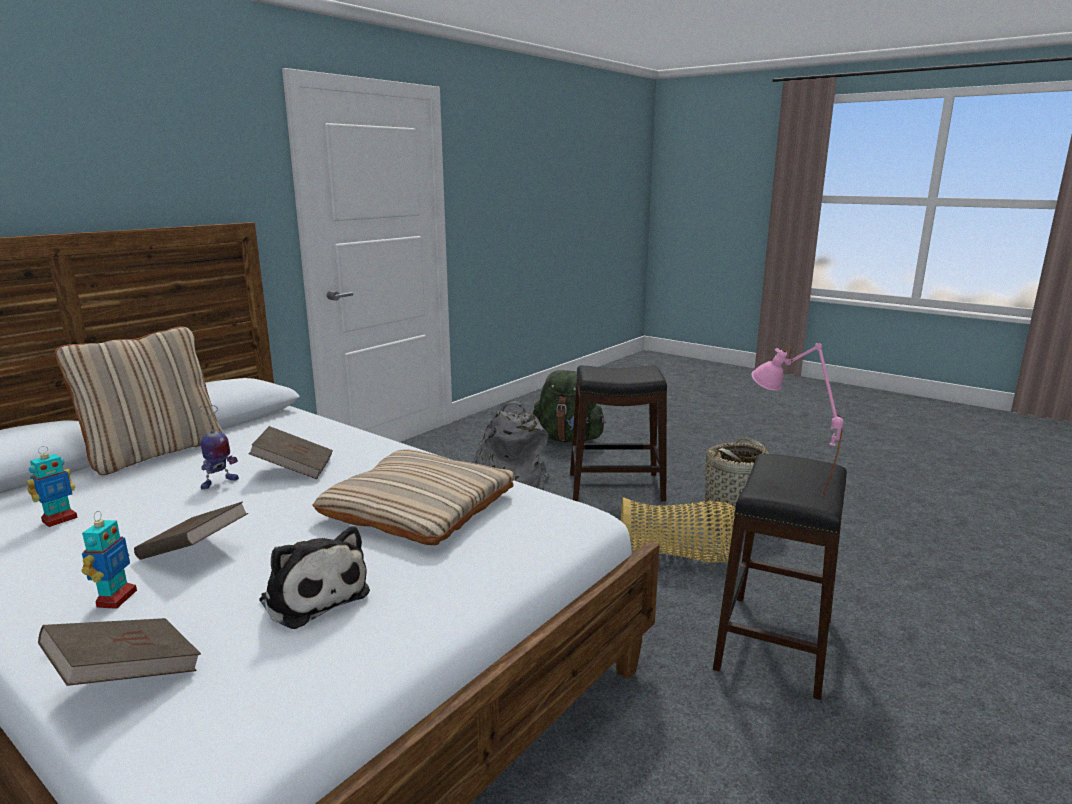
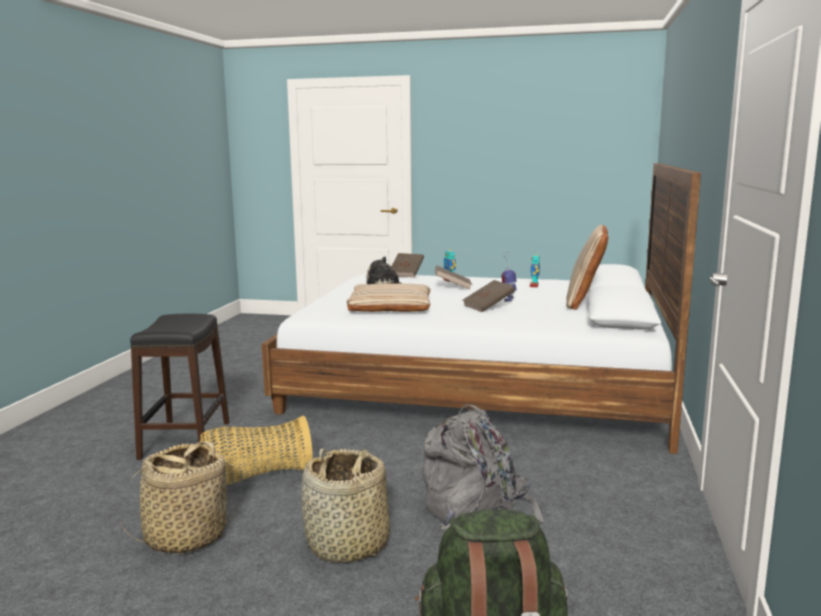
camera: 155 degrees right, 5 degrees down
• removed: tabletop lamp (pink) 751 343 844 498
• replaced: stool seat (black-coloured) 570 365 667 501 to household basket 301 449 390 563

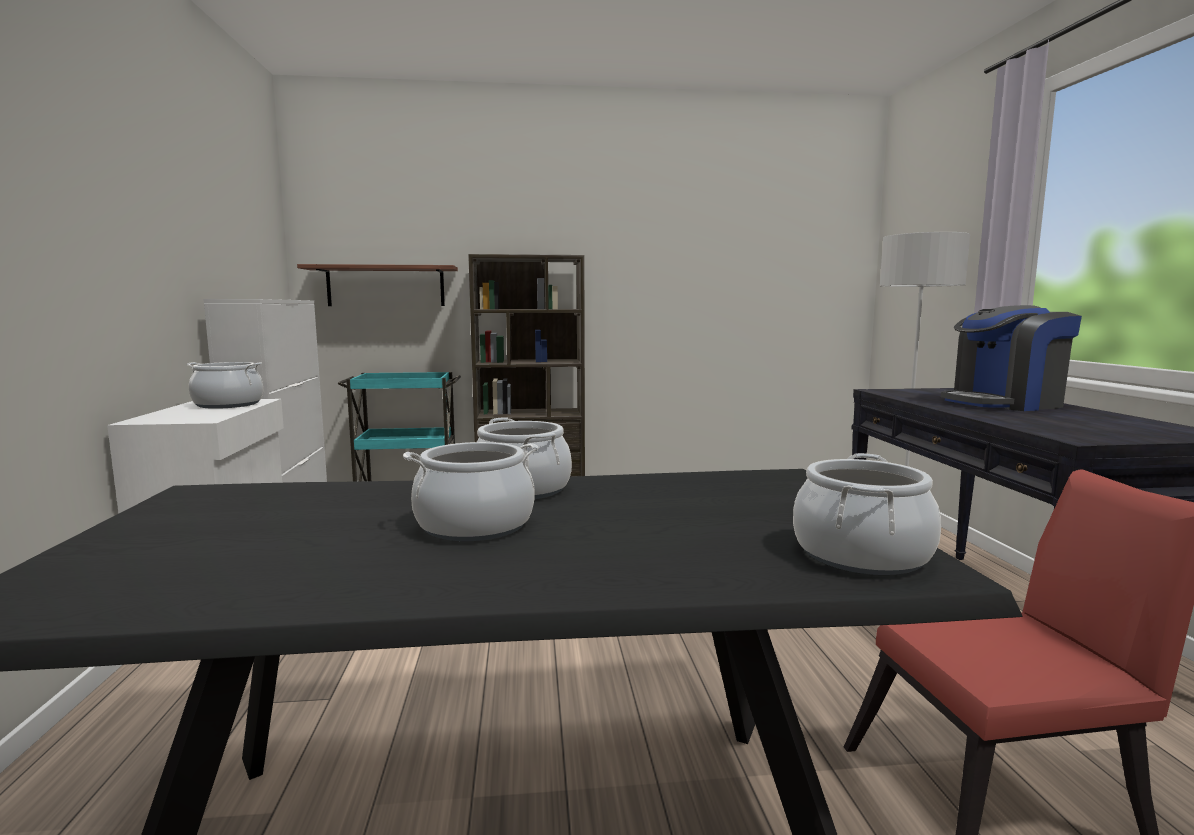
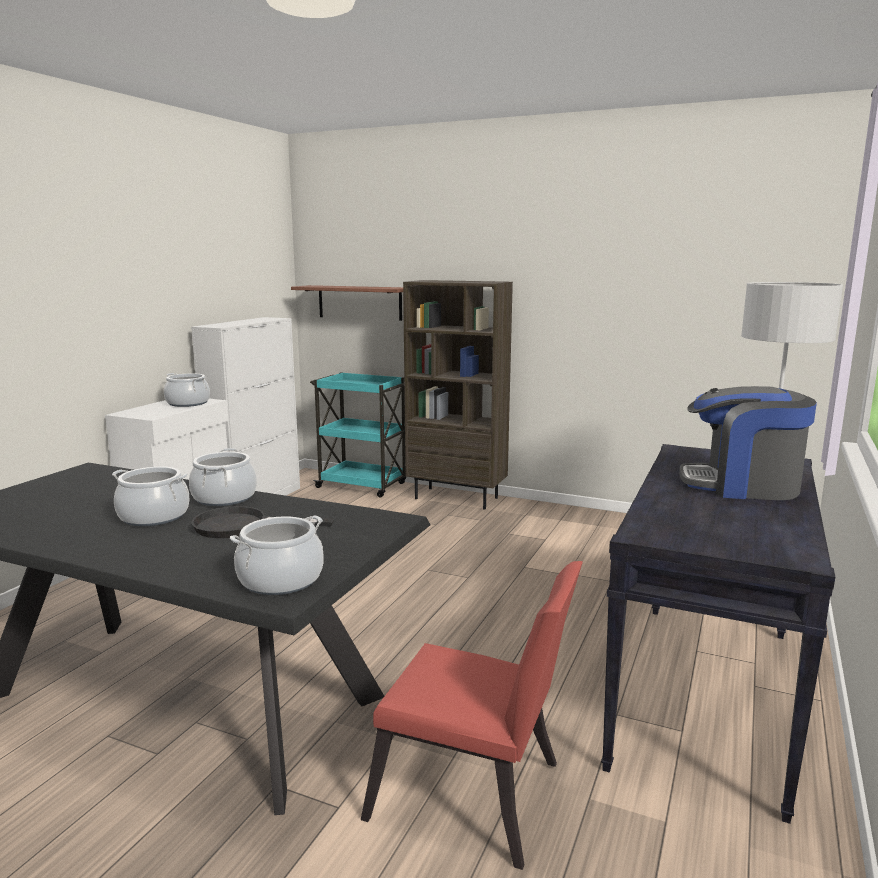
camera: 30 degrees right, 5 degrees up
• added: pan (black-coloured) 191 506 334 538

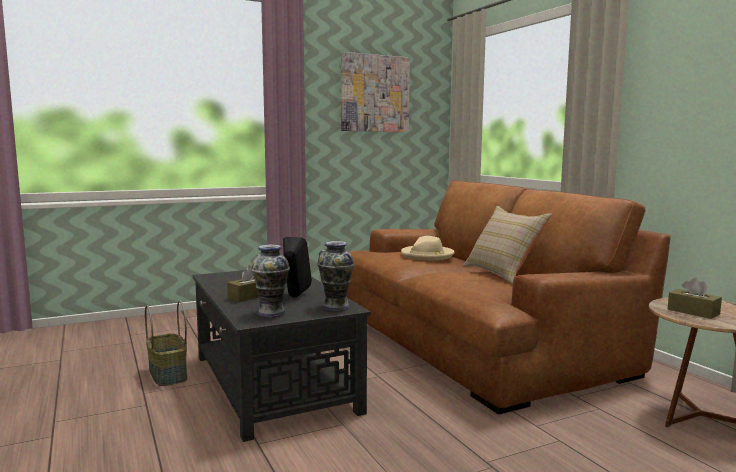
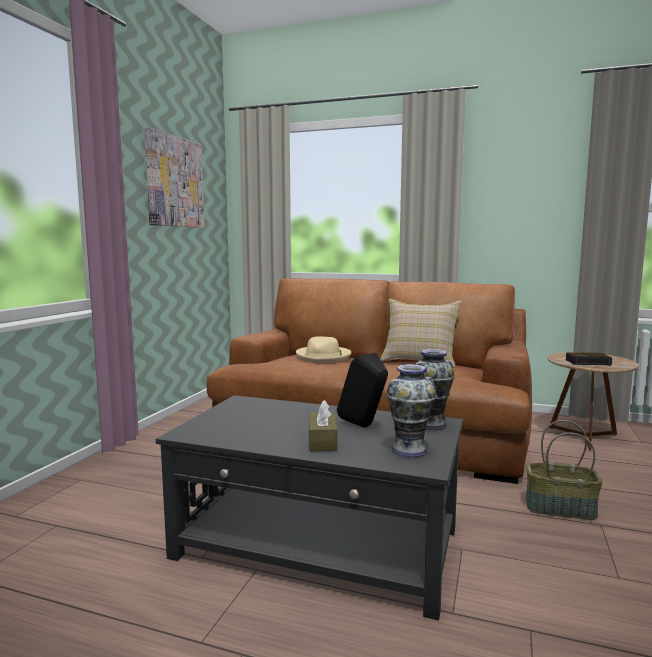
camera: 45 degrees left, 0 degrees up
• moved: household basket 145 301 187 386 to 526 420 603 520
• replaced: box of tissues (brown-coloured) 668 278 722 319 to bedside clock 566 352 612 365

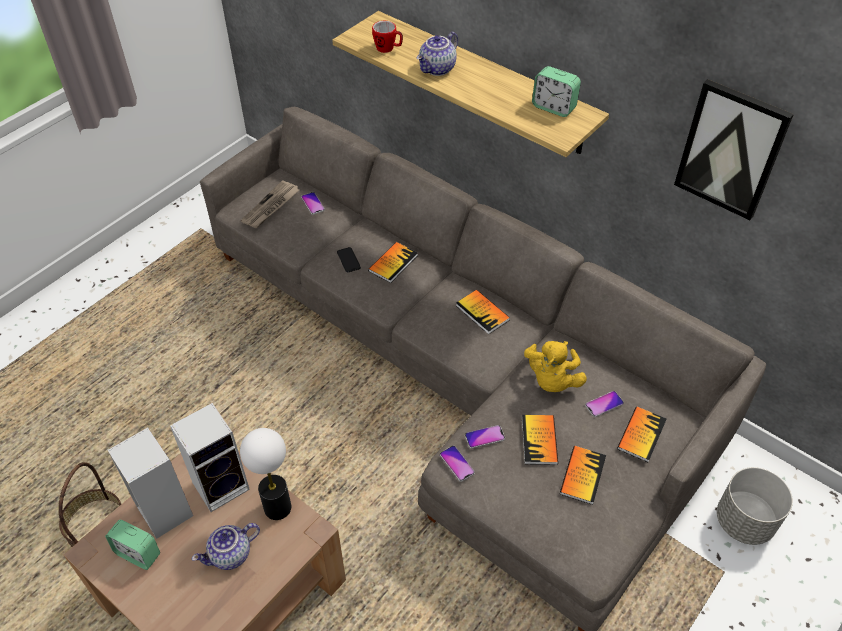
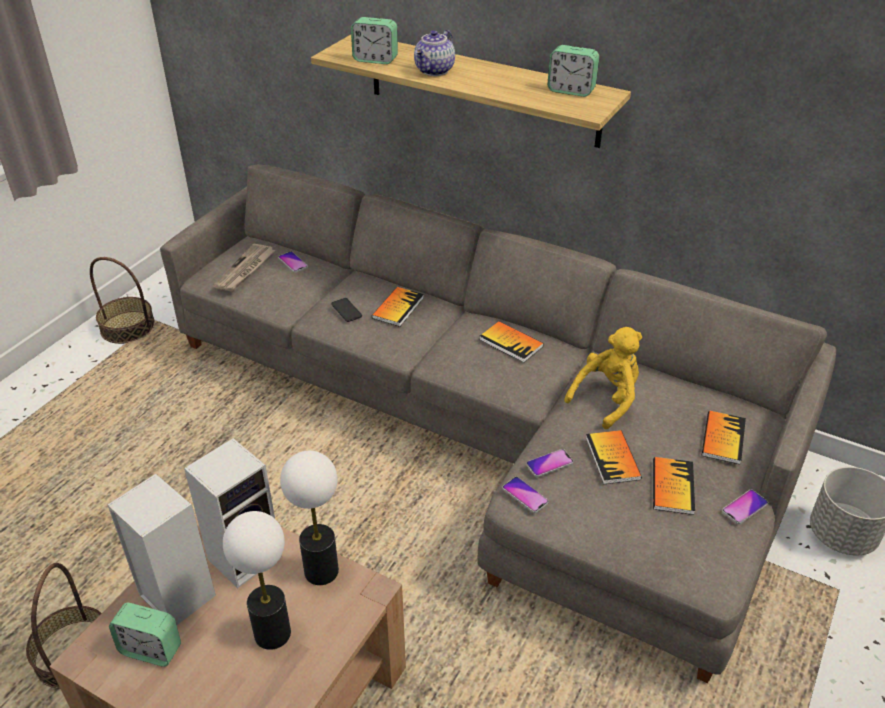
camera: 10 degrees left, 10 degrees down
• removed: wall art 674 79 794 220
• added: household basket 90 257 155 344
• moved: handset 585 391 624 417 to 722 490 768 524
• replaced: pot for tea 192 523 260 570 to tabletop lamp 223 511 291 650
• replaced: tea mug 372 21 403 53 to bedside clock 351 17 398 64
• turned: cuddly toy (yellow) 524 341 587 392 = 564 327 642 429 135 degrees counterclockwise

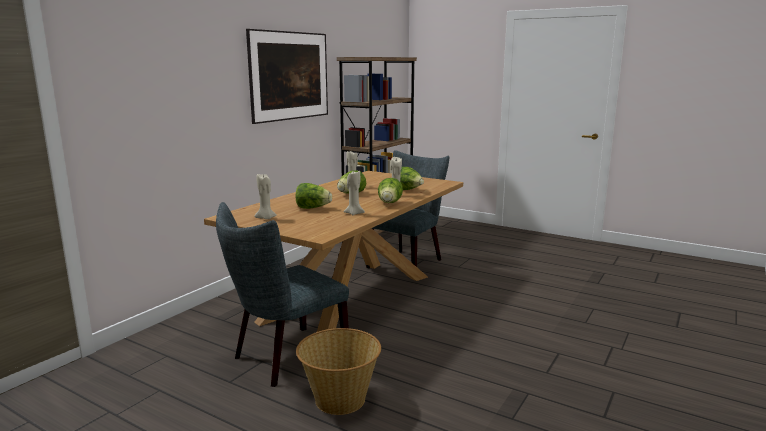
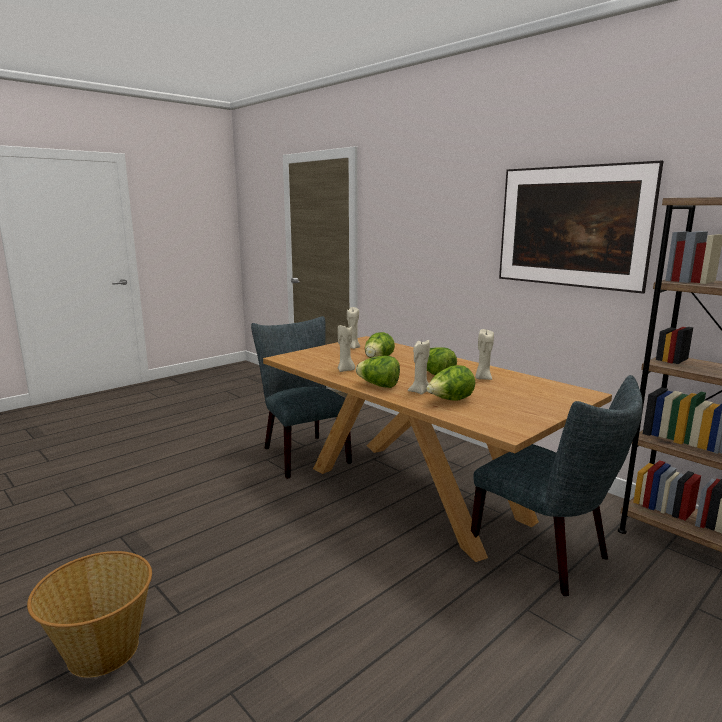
camera: 105 degrees right, 0 degrees up
• moved: household basket 296 328 381 415 to 27 551 152 678

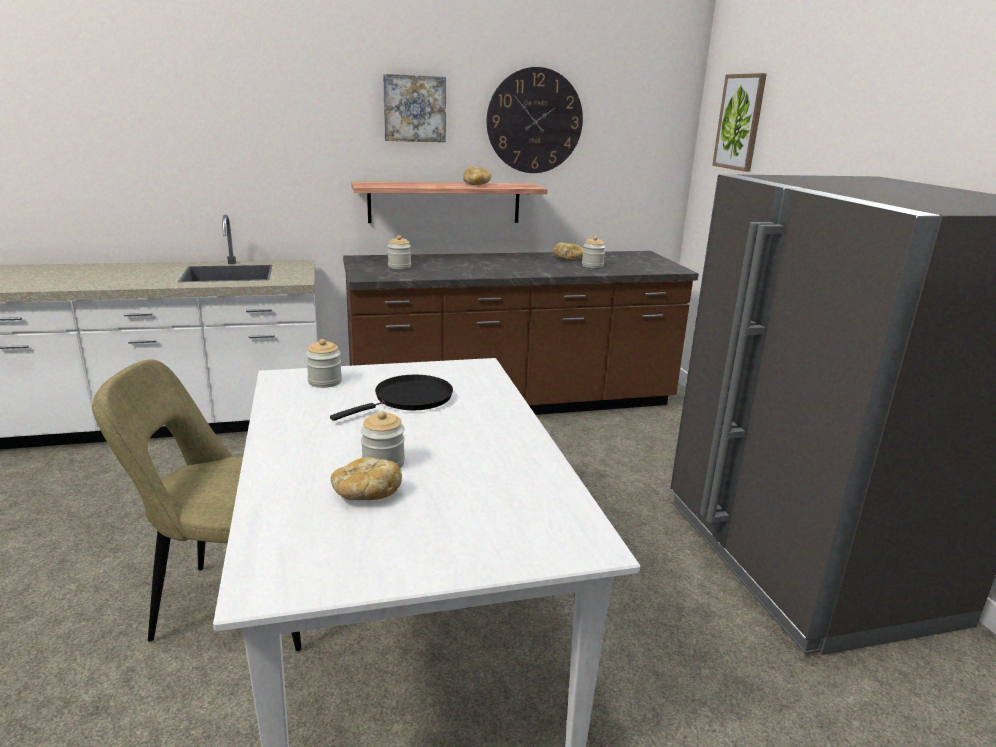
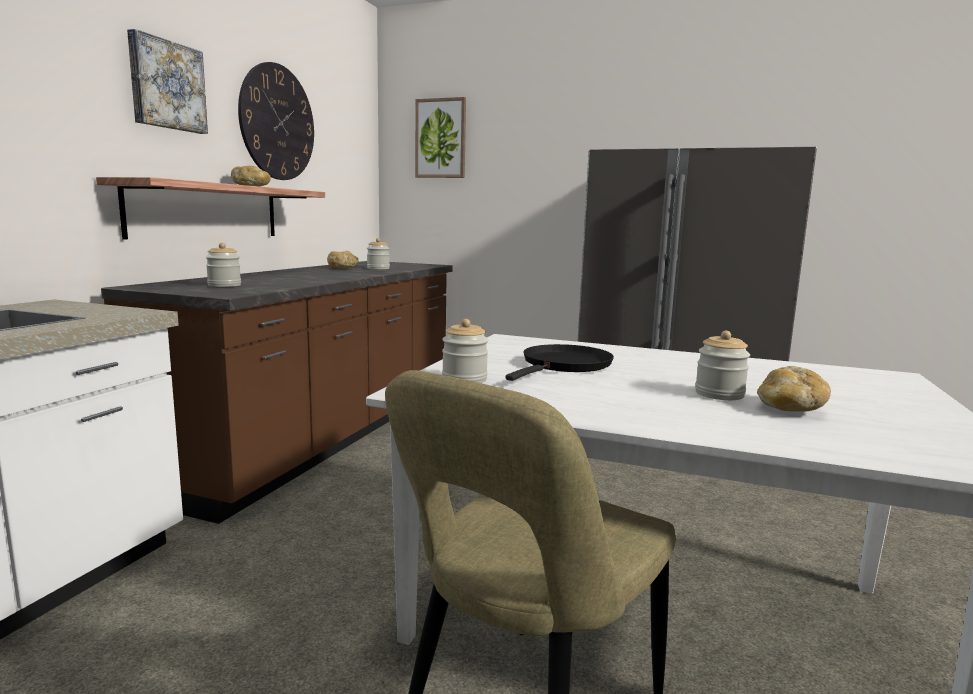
camera: 55 degrees left, 10 degrees down
• turned: pan (black-coloured) 330 375 453 421 = 505 344 614 381 45 degrees clockwise

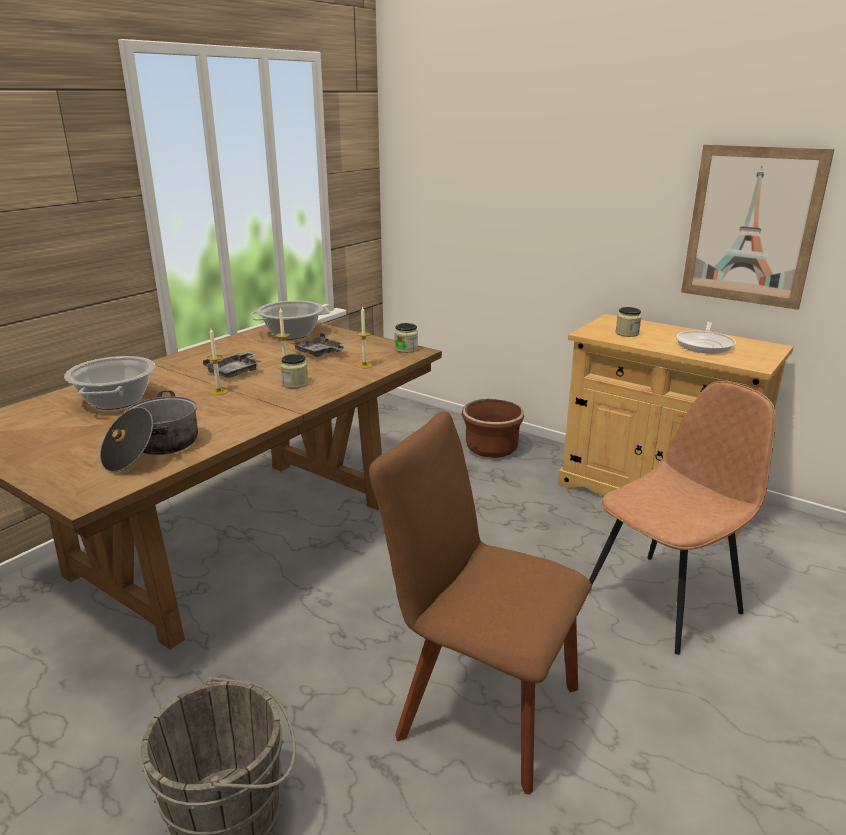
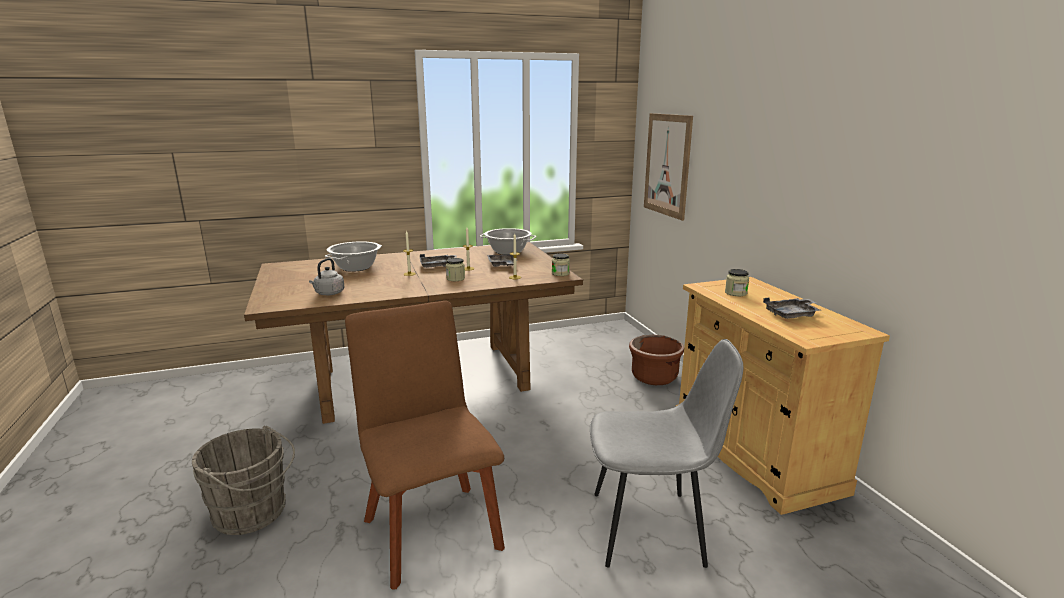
camera: 35 degrees right, 5 degrees down
• moved: wall art 681 144 834 310 to 644 113 693 221
• replaced: stockpot 100 390 198 472 to water kettle (gray) 309 258 344 295
• replaced: pan 675 322 736 354 to serving tray (gray) 763 297 821 319
• recoloured: upright chair (brown-coloured) 589 381 776 655 to upright chair (gray) 590 339 743 568

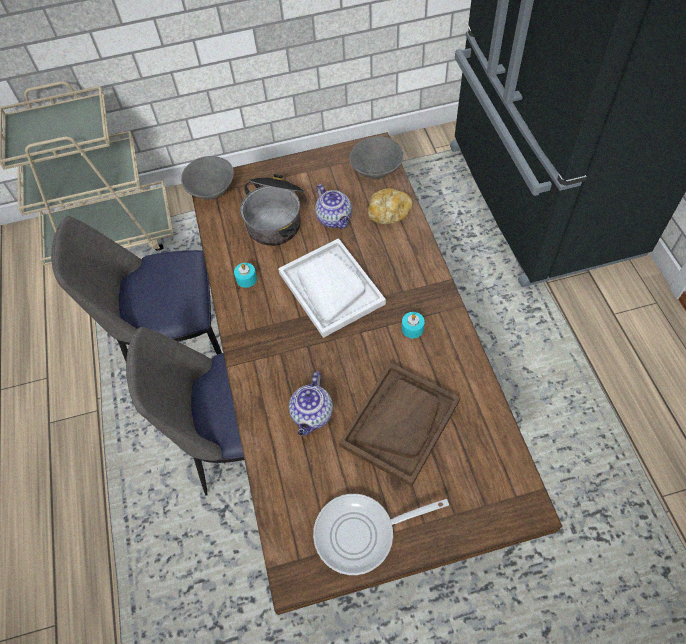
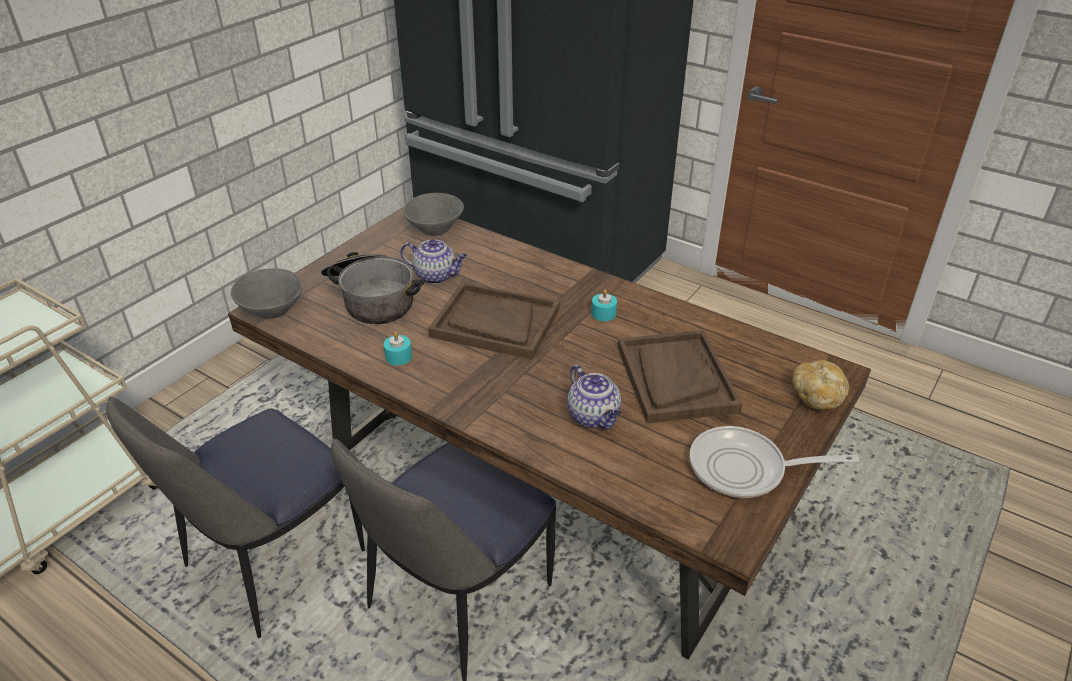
camera: 45 degrees left, 20 degrees down
• moved: bread 367 188 413 224 to 792 360 849 410
• recoloured: serving tray (white) 278 238 386 338 to serving tray (brown-coloured) 428 282 560 360
• turned: pan 313 494 449 575 = 690 426 859 498 60 degrees clockwise

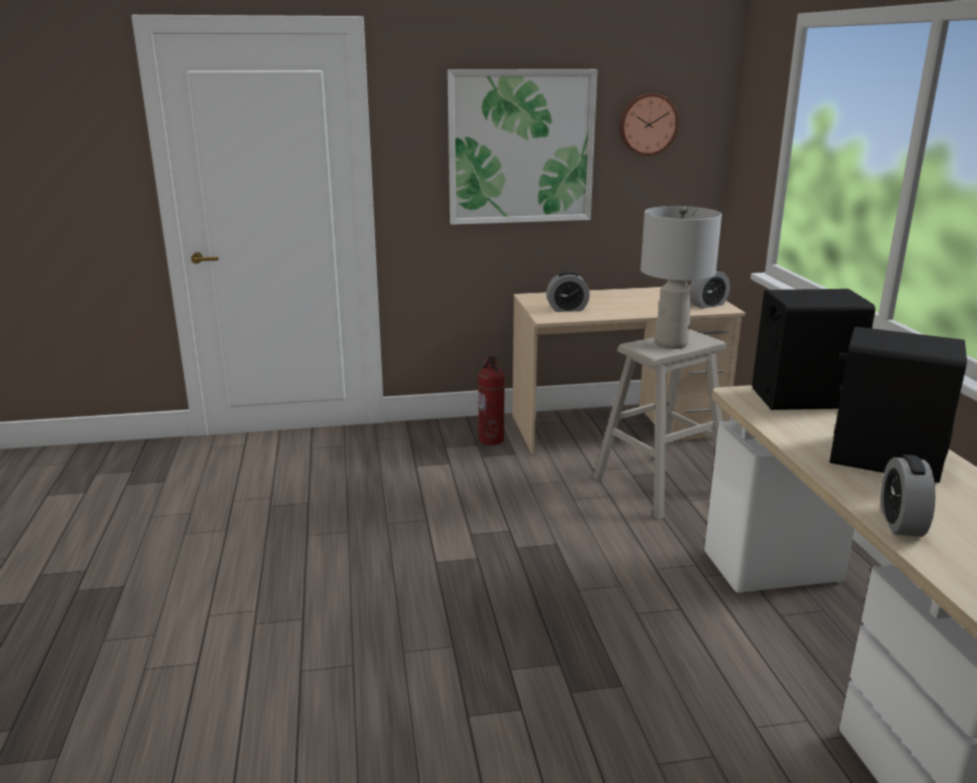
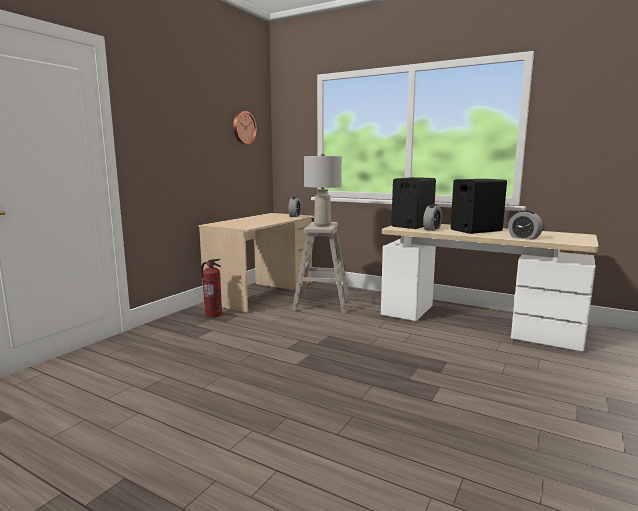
camera: 50 degrees left, 10 degrees down
• removed: wall art 447 69 597 225
• moved: bedside clock 546 271 590 312 to 423 204 442 231

